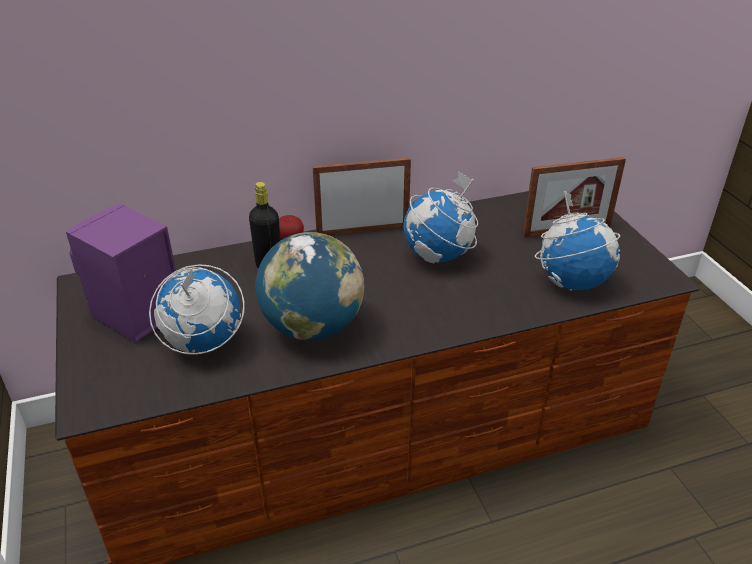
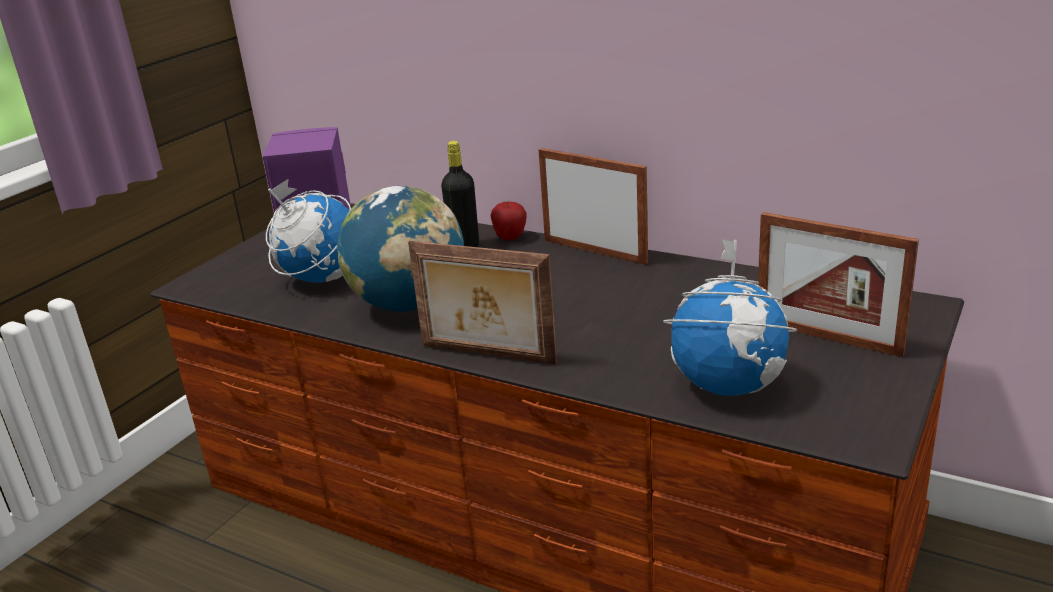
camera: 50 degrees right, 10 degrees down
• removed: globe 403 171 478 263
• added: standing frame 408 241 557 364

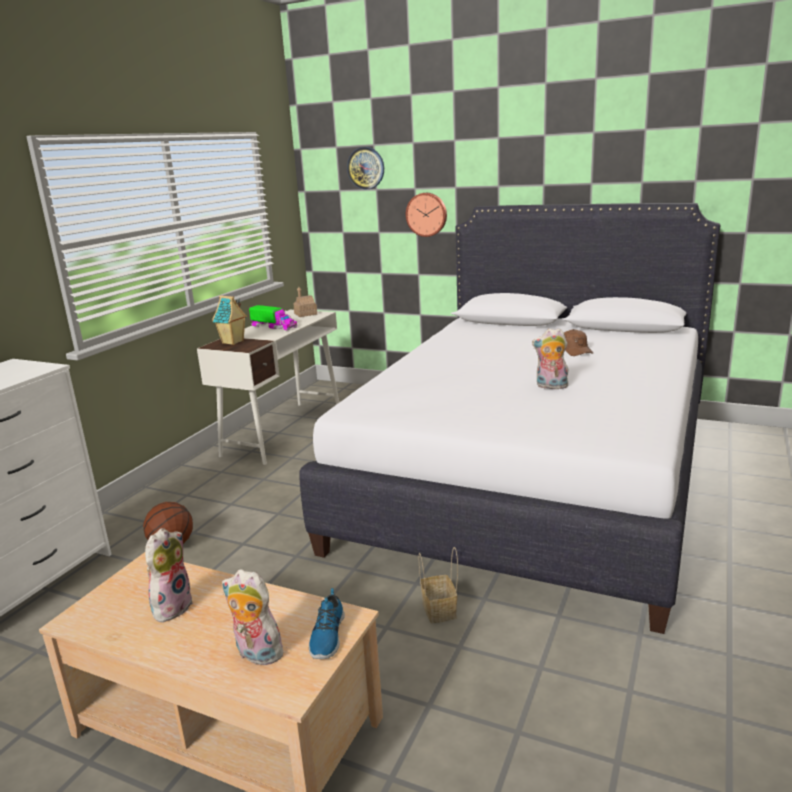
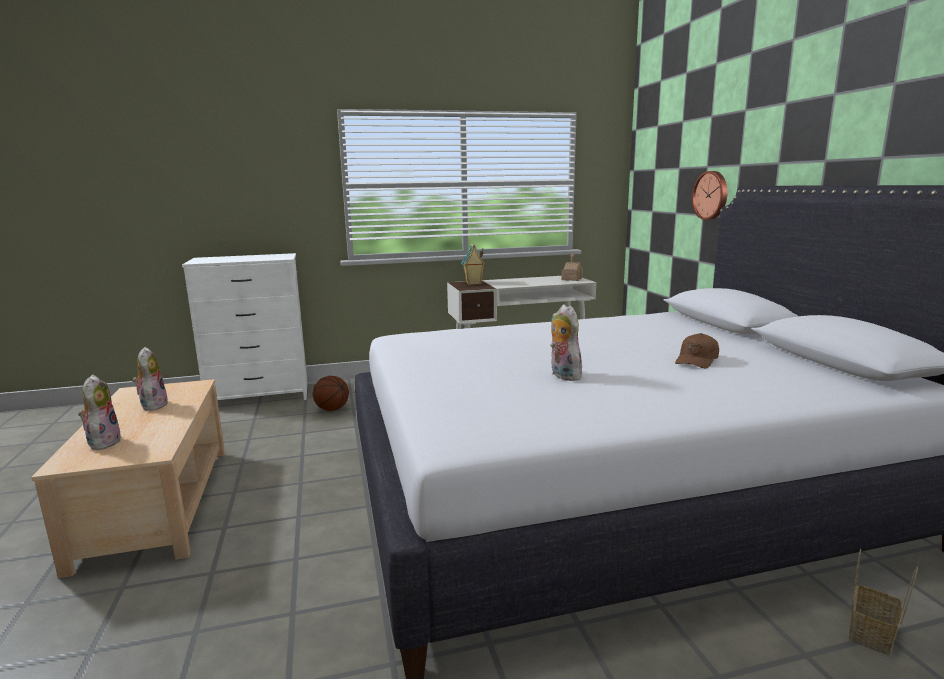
camera: 50 degrees right, 5 degrees down
• removed: toy truck 249 305 298 331
• removed: shoe 309 588 345 659
• removed: hanging clock 347 147 384 189
• moved: household basket 419 547 458 623 to 849 549 918 656
• turned: cuddly toy 145 528 194 622 = 133 347 168 411 90 degrees counterclockwise

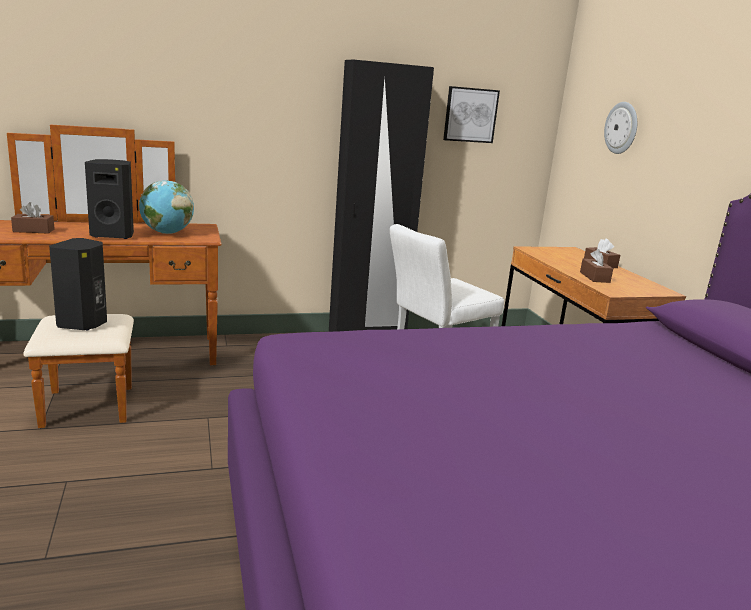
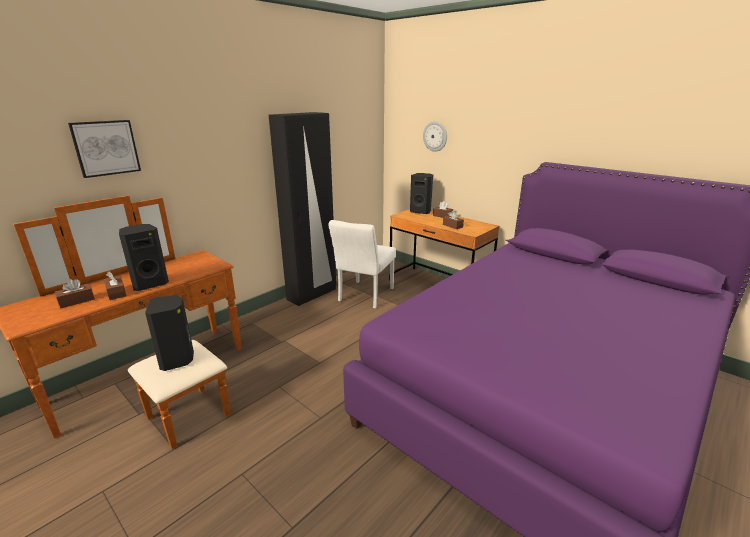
camera: 30 degrees left, 5 degrees up
• removed: globe 139 180 194 234
• added: box of tissues (brown-coloured) 104 272 127 300
• added: loudspeaker (black-coloured) 410 173 433 214
• moved: wall art 443 86 500 143 to 68 120 141 178

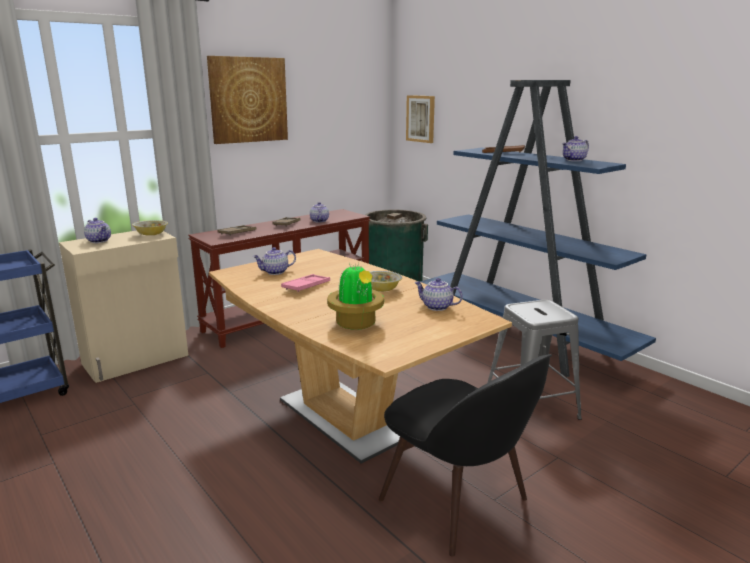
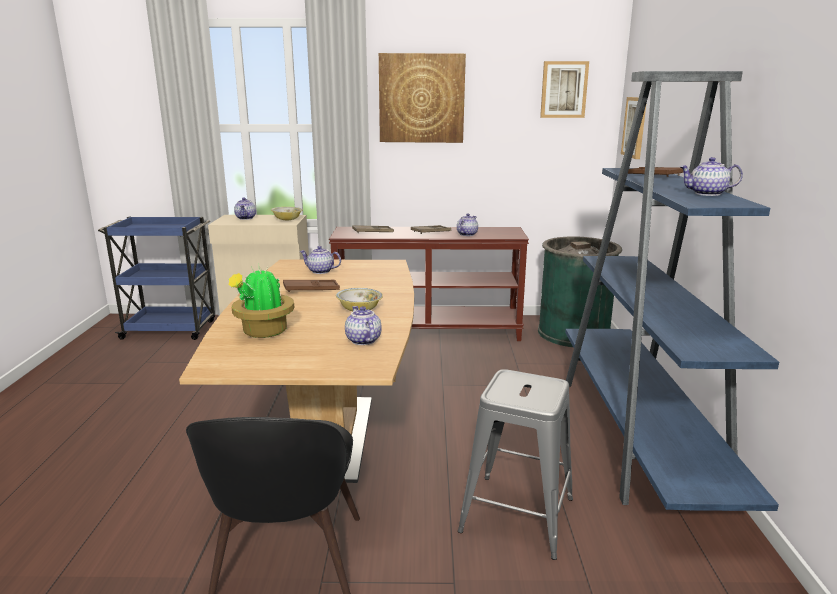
camera: 40 degrees right, 0 degrees up
• added: wall art 540 61 589 118
• recoloured: serving tray (pink) 281 274 330 292 to serving tray (brown-coloured) 283 280 340 292

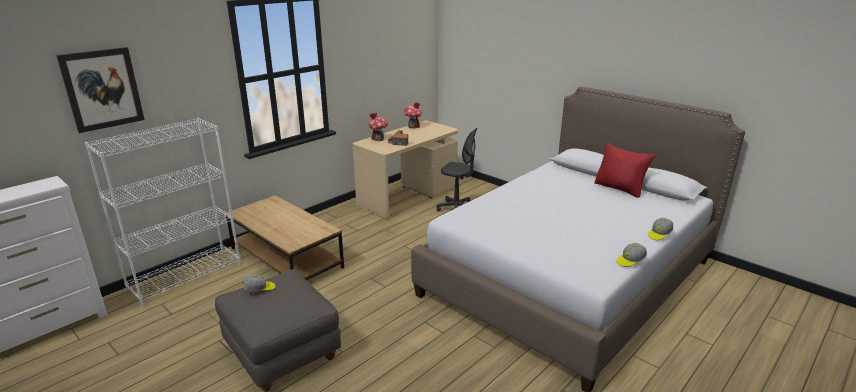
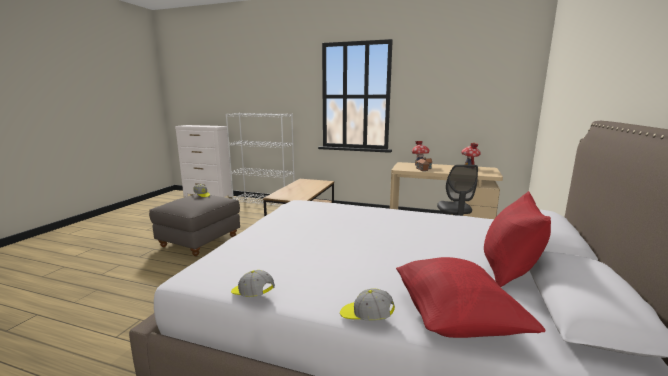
camera: 65 degrees right, 10 degrees down
• removed: wall art 56 47 145 133
• added: throw pillow (reddish) 396 257 545 338

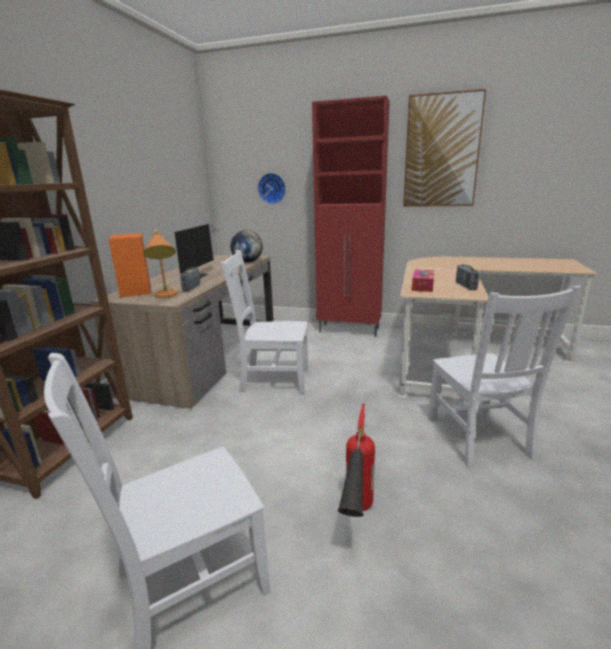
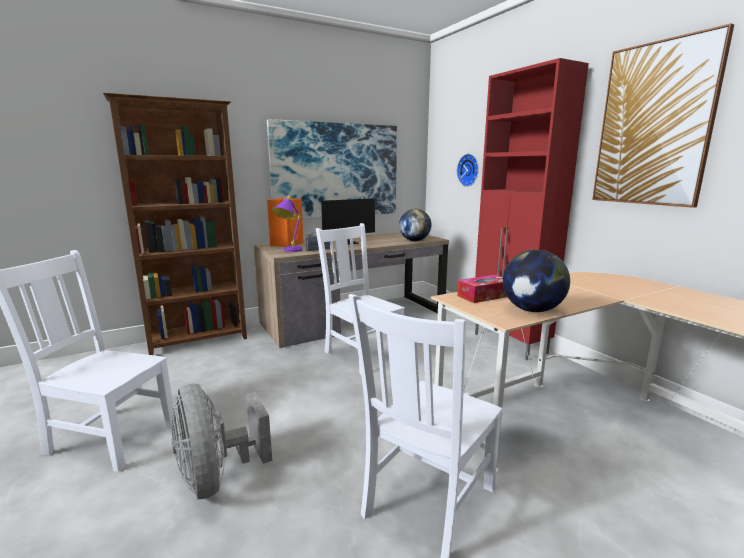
camera: 45 degrees right, 5 degrees down
• added: wall art 267 119 397 219
• replaced: fire extinguisher 338 404 375 517 to cooling fan (gray) 171 384 272 500
• replaced: radio 456 265 479 290 to globe 503 250 570 312
• recoloured: tabletop lamp (orange-coloured) 143 230 178 298 to tabletop lamp (purplish) 271 196 303 252

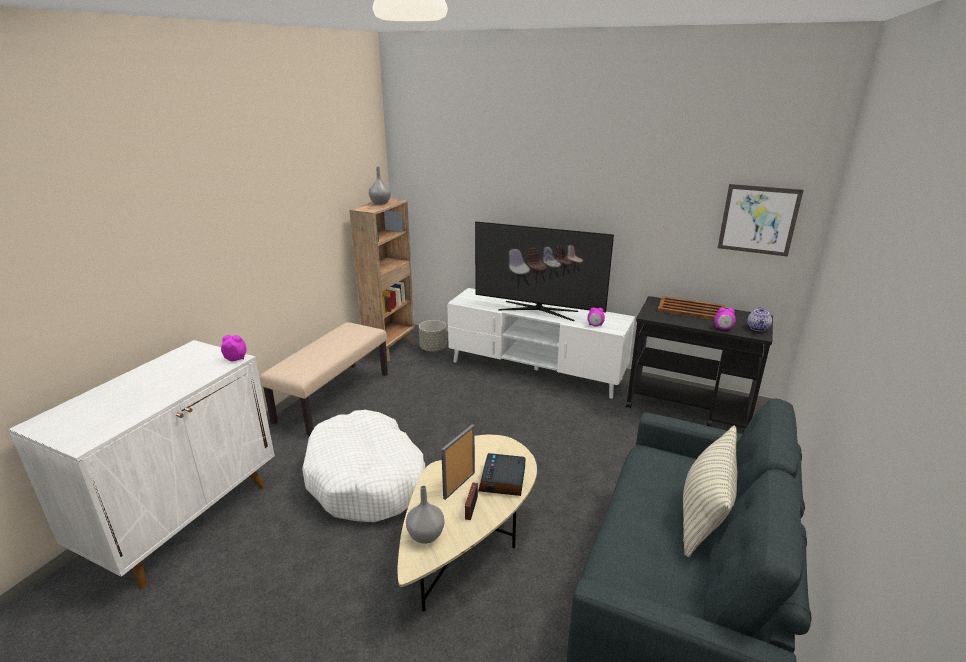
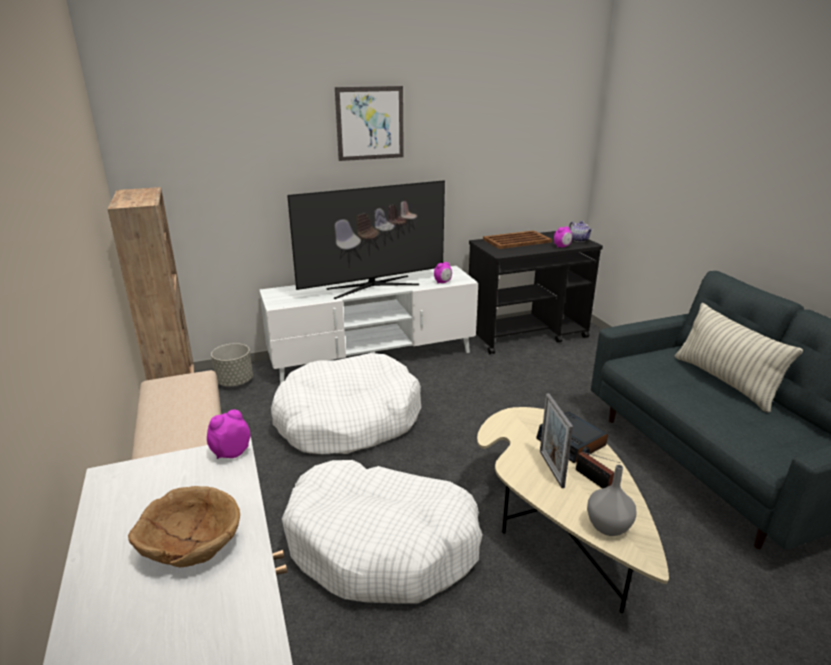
camera: 45 degrees left, 0 degrees up
• removed: flower vase (gray) 369 167 391 205
• added: bowl (brown-coloured) 128 486 240 567
• added: pet bed (white) 271 353 421 454
• moved: wall art 718 184 804 257 to 335 86 404 161

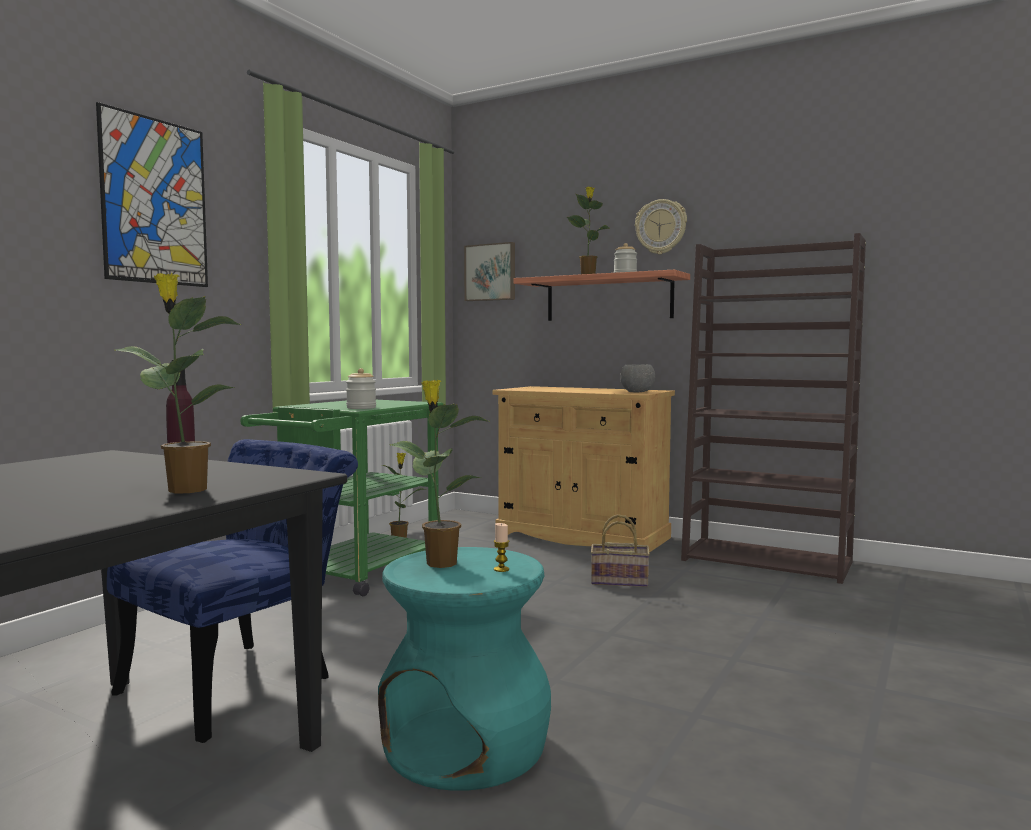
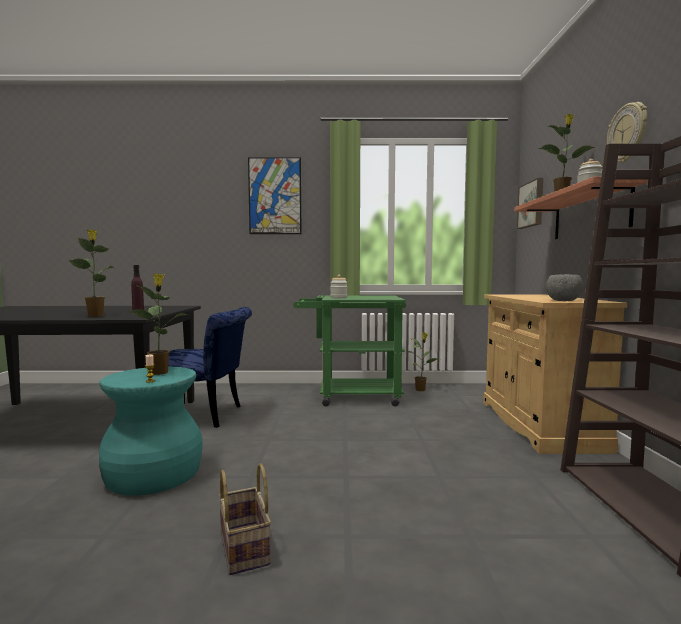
camera: 60 degrees right, 0 degrees up
• moved: household basket 591 514 650 587 to 219 463 271 575

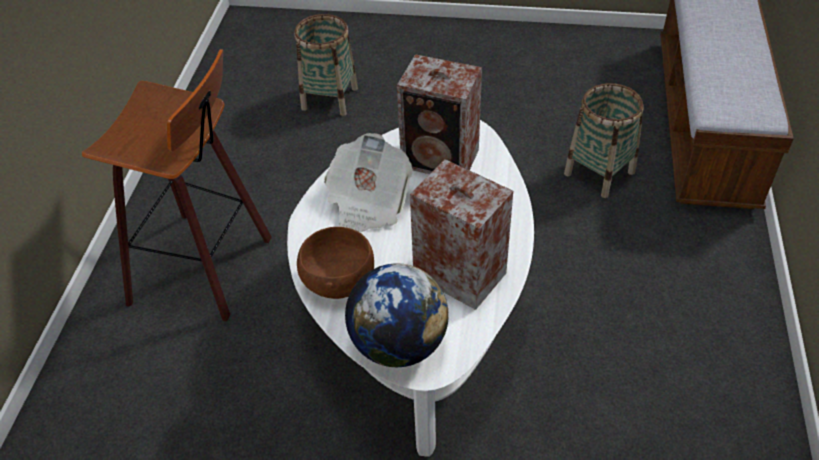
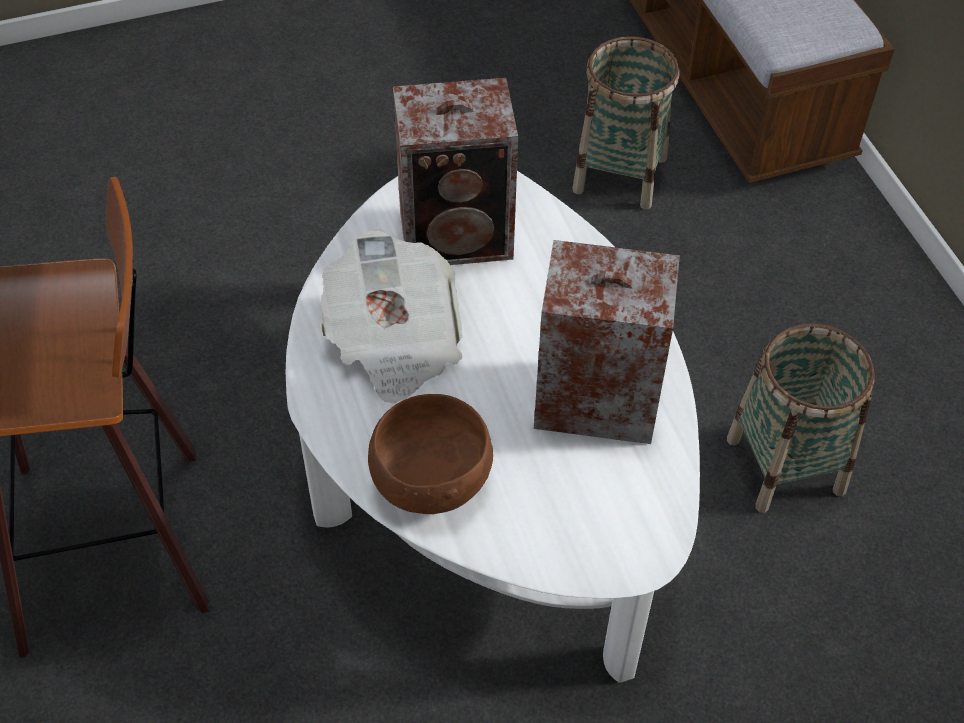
camera: 30 degrees left, 5 degrees up
• removed: globe 345 263 449 367
• moved: household basket 294 14 358 116 to 727 324 874 513

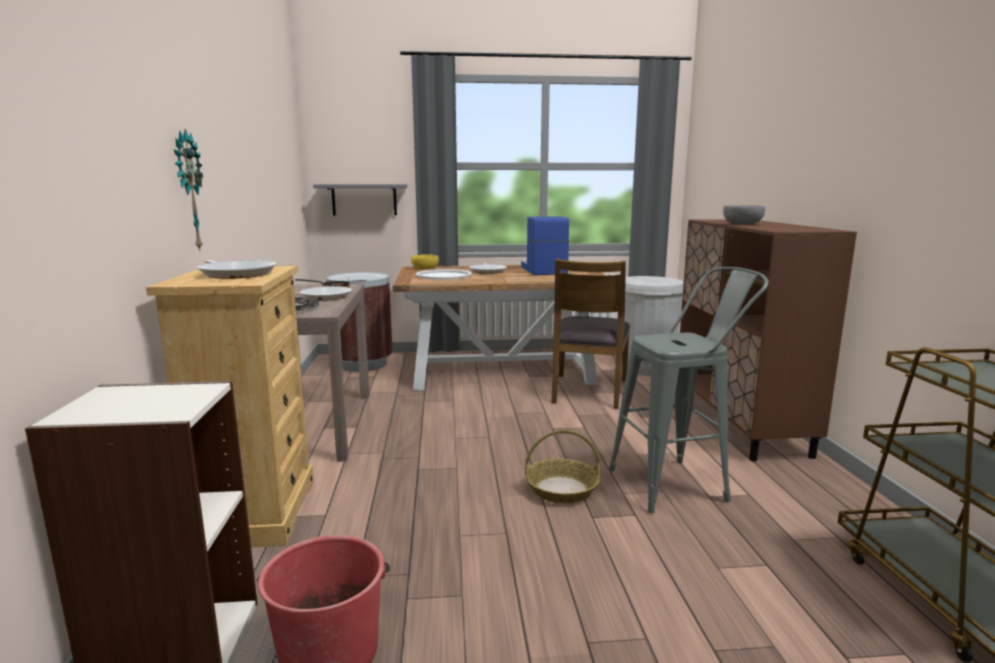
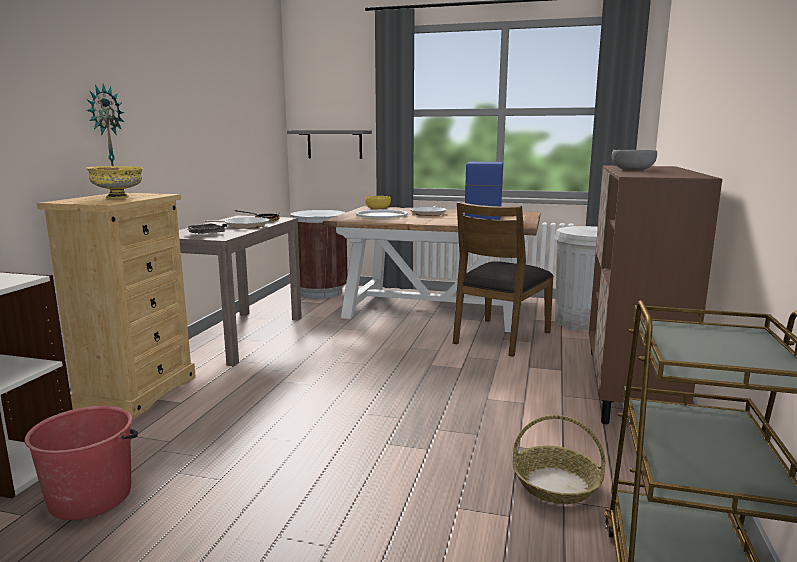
camera: 20 degrees right, 0 degrees up
• removed: stool seat (gray) 609 267 769 513
• moved: household basket 525 430 600 503 to 513 415 605 504
• replaced: pan 197 260 276 279 to bowl (yellow) 86 166 143 199

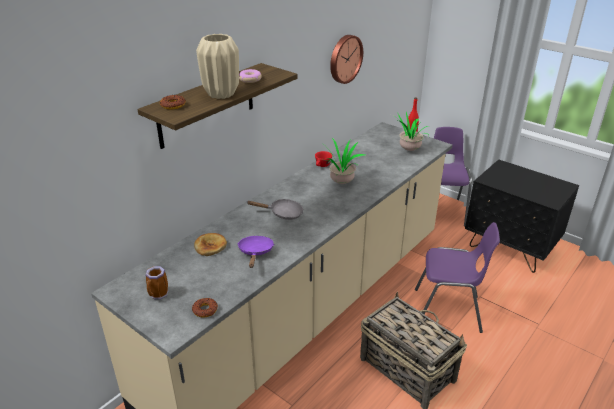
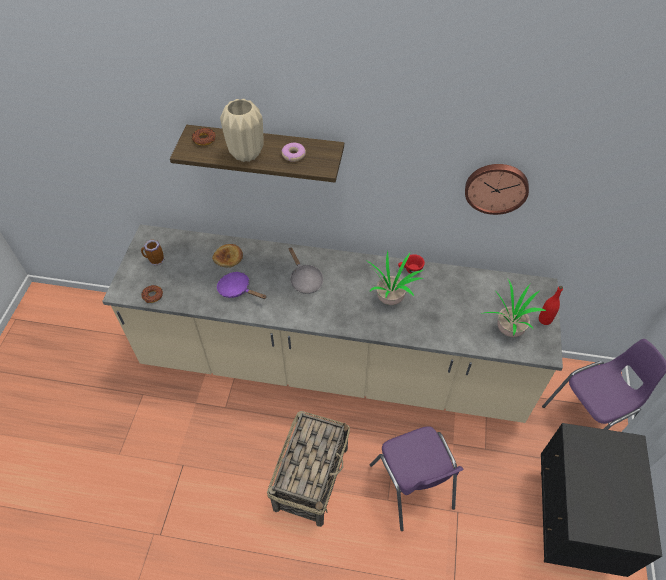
camera: 60 degrees right, 20 degrees up
• turned: pan (purplish) 237 236 274 268 = 217 272 267 299 120 degrees counterclockwise

